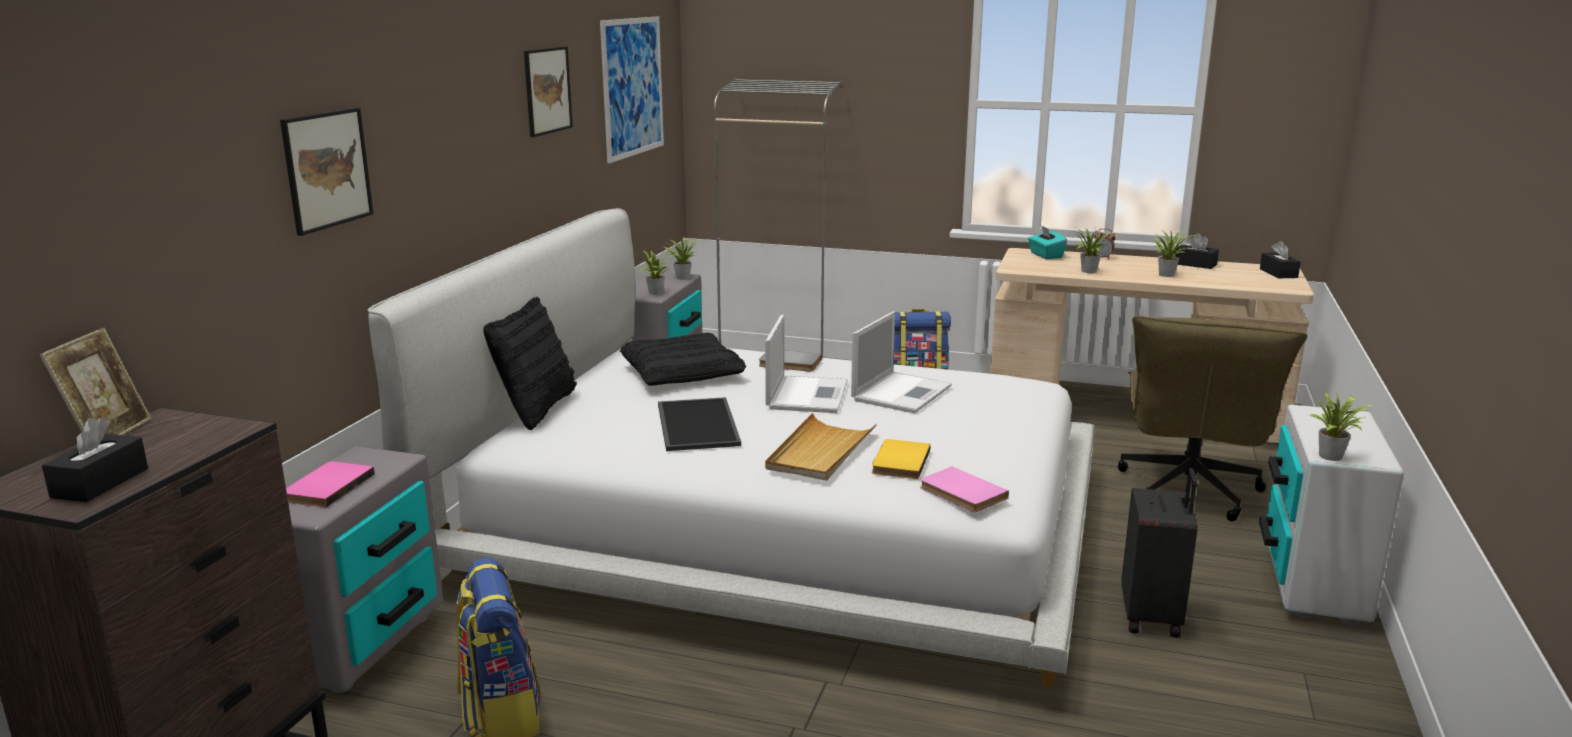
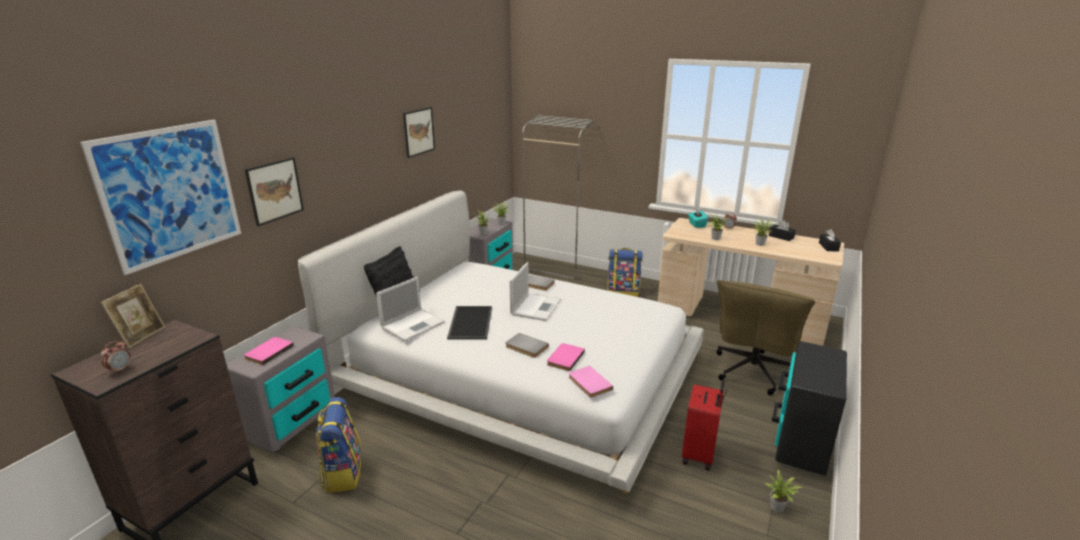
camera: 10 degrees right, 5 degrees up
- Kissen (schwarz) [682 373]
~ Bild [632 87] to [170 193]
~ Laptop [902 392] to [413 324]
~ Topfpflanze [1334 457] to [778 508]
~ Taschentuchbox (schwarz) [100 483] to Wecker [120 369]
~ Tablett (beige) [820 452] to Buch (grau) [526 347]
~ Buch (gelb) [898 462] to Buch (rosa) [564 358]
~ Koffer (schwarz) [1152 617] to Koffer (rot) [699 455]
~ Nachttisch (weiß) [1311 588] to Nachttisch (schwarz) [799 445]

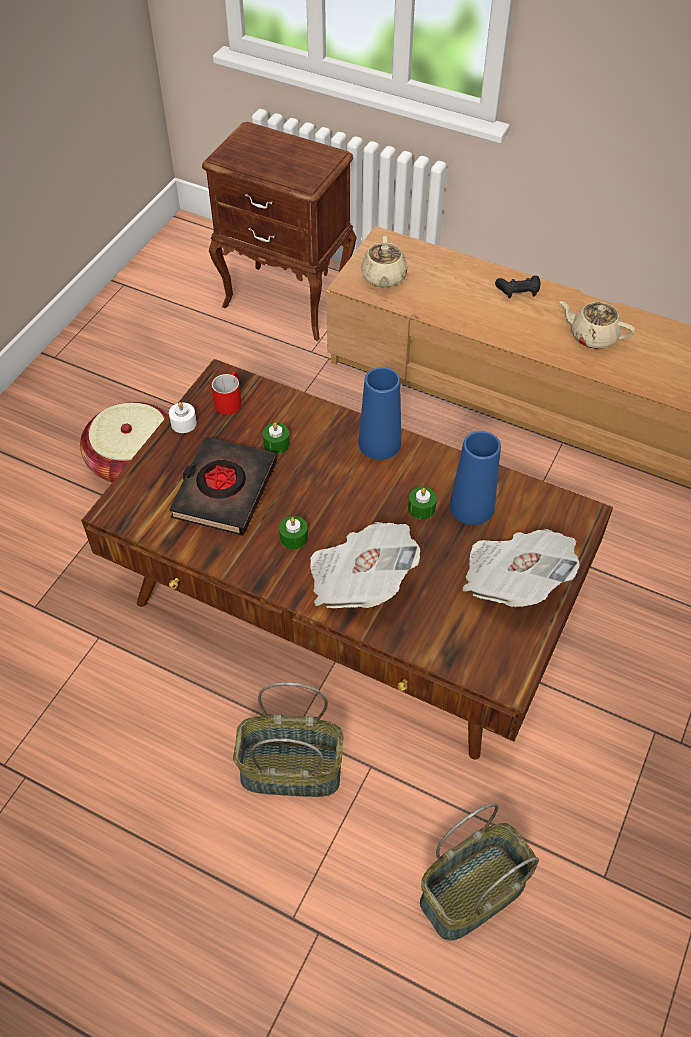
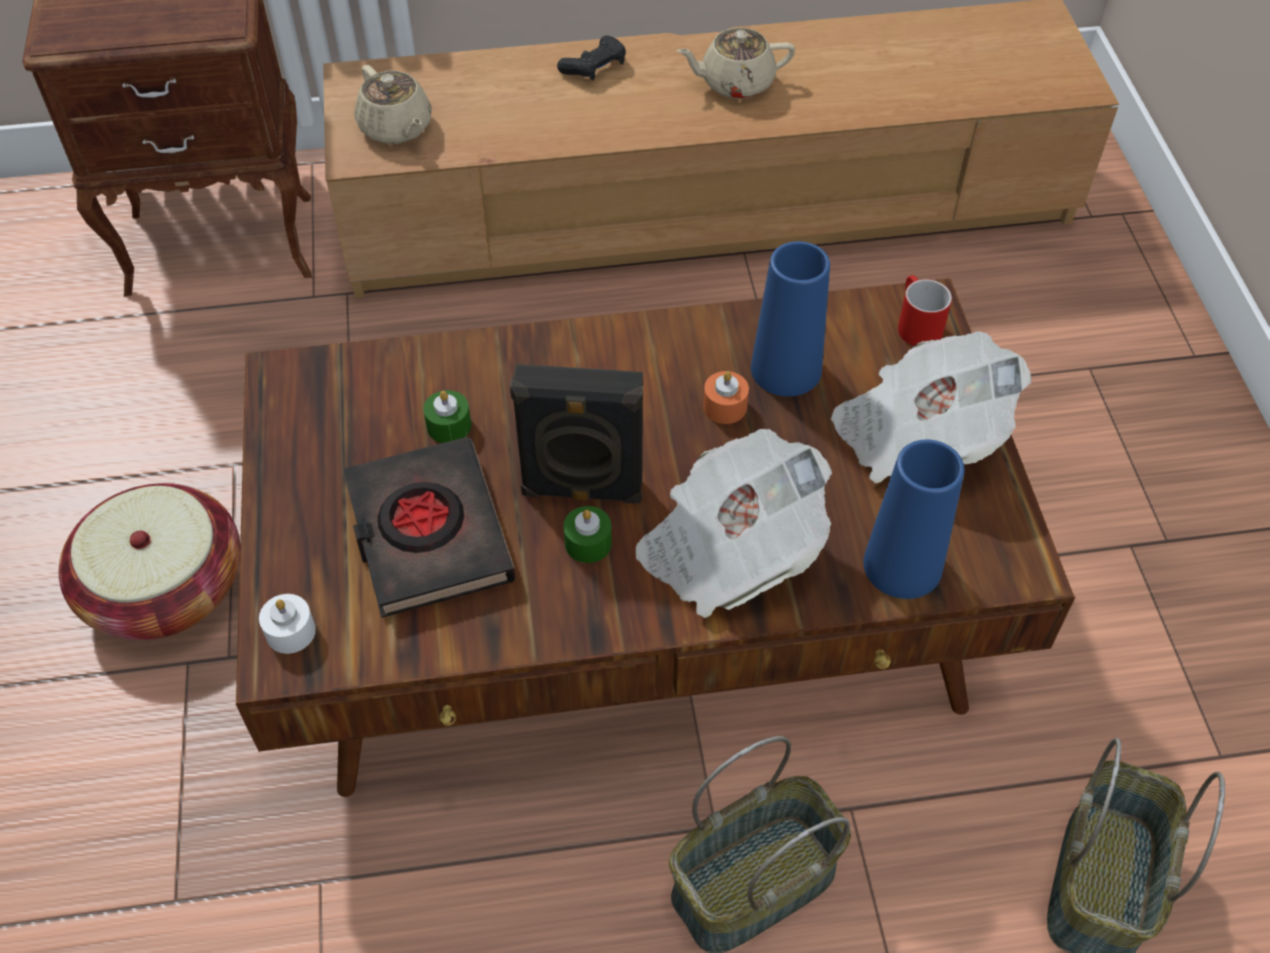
camera: 35 degrees left, 0 degrees up
+ Lautsprecher (schwarz) [582 491]
~ Kerze (weiß) [183 423] to [290 632]
~ Henkelbecher (rot) [229 400] to [914 324]
~ Vase (blau) [379 443] to [902 565]
~ Kerze (grün) [421 508] to Kerze (orange) [725 406]

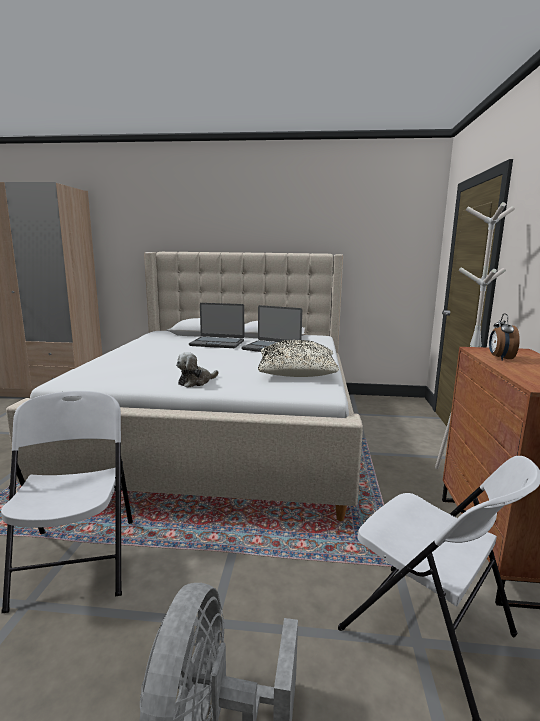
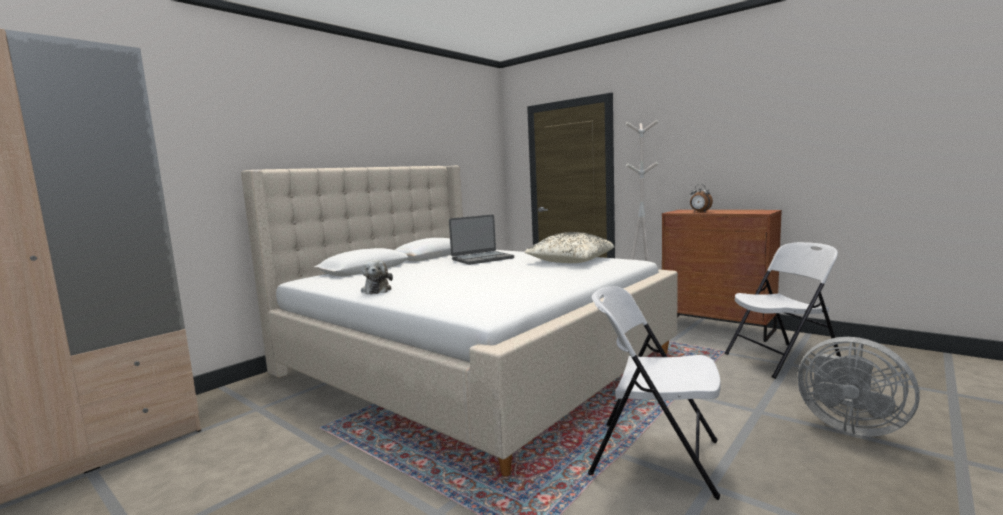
camera: 55 degrees left, 5 degrees down
- Laptop [217 343]
~ Plüschtier [196 382] to [377 290]

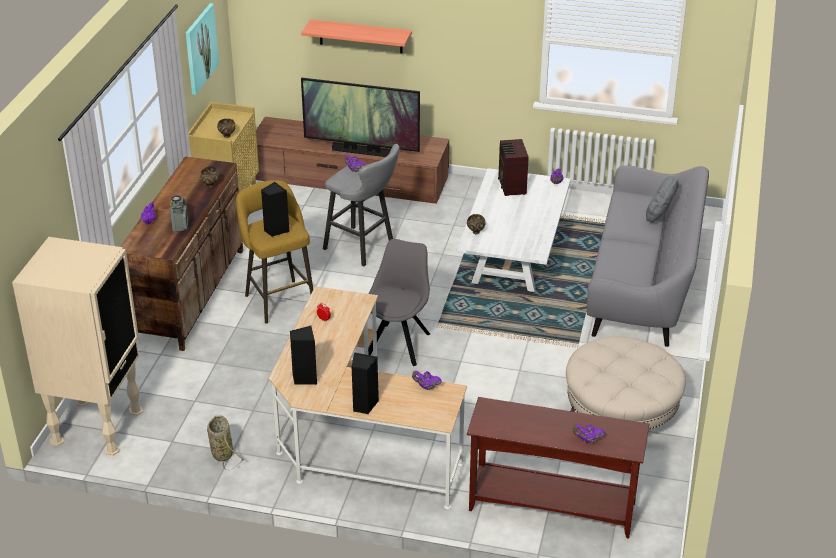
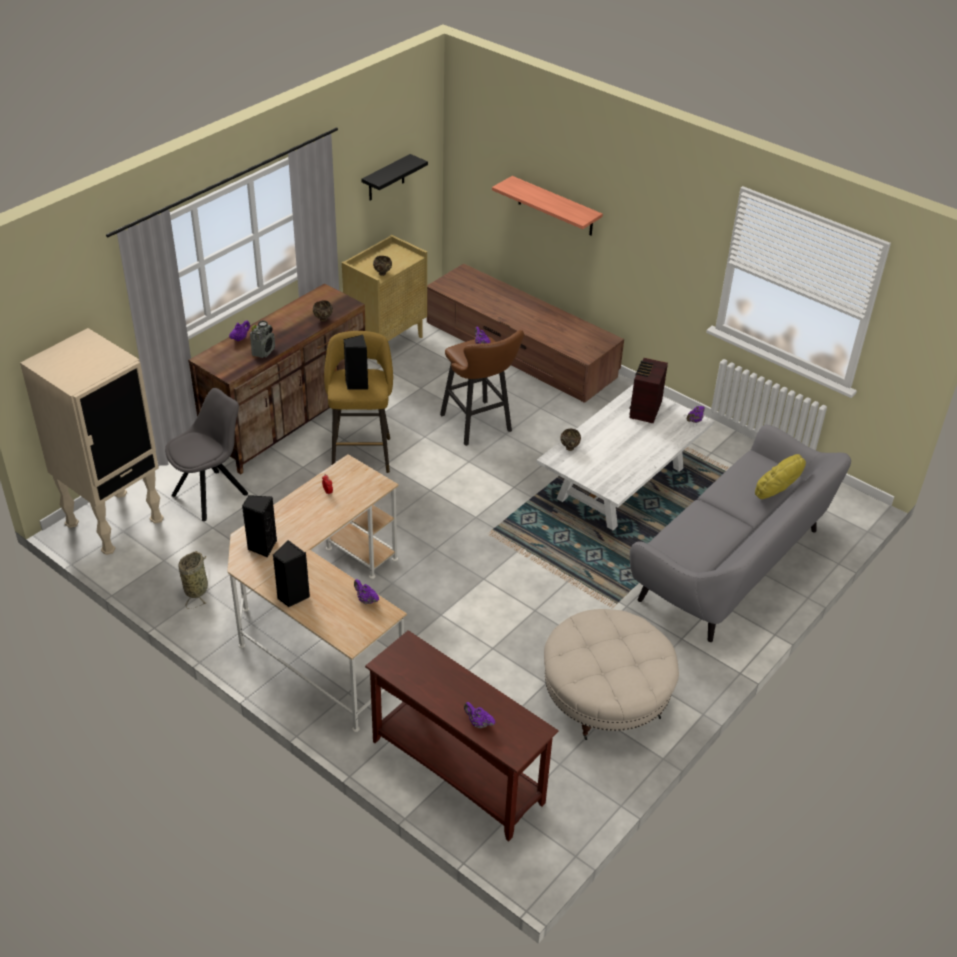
camera: 25 degrees right, 5 degrees up
- Fernseher [362 150]
~ Stuhl (grau) [399 344] to [211 495]
~ Bild [201 48] to Wandregal (schwarz) [386 178]
~ Hocker (grau) [365 249] to Hocker (braun) [479 427]
~ Kissen (grau) [659 217] to Kissen (gelb) [776 496]

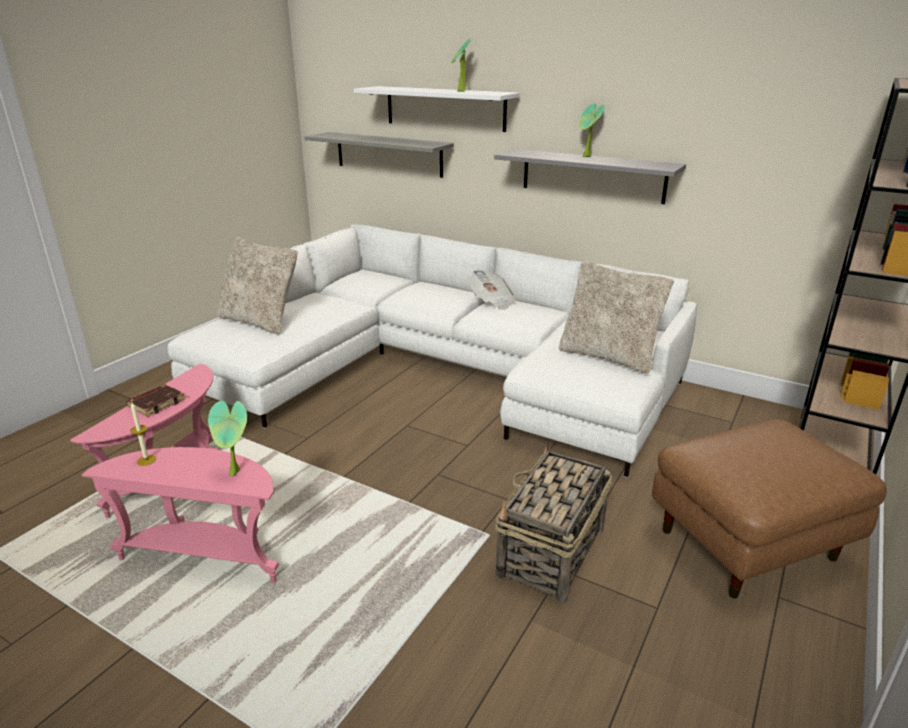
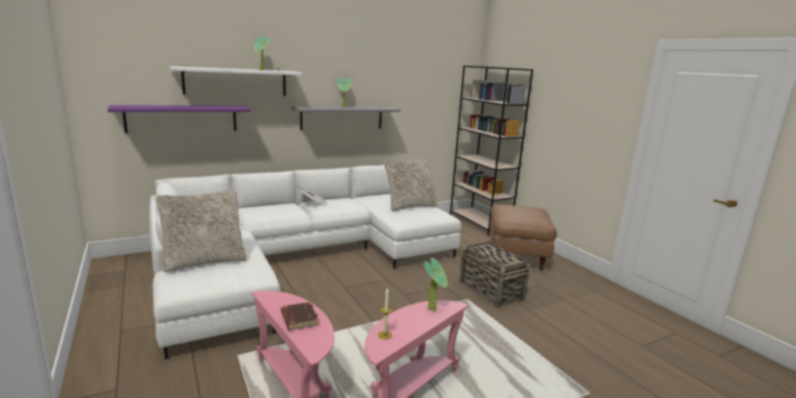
camera: 60 degrees left, 10 degrees down
~ Wandregal (grau) [388 154] to Wandregal (lila) [182 118]

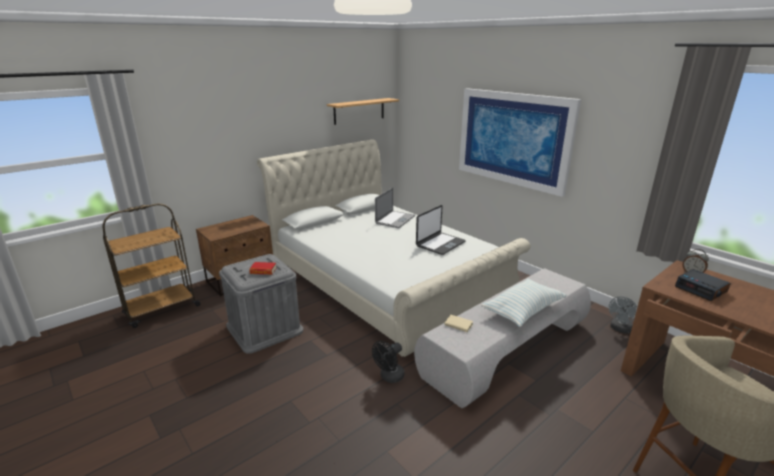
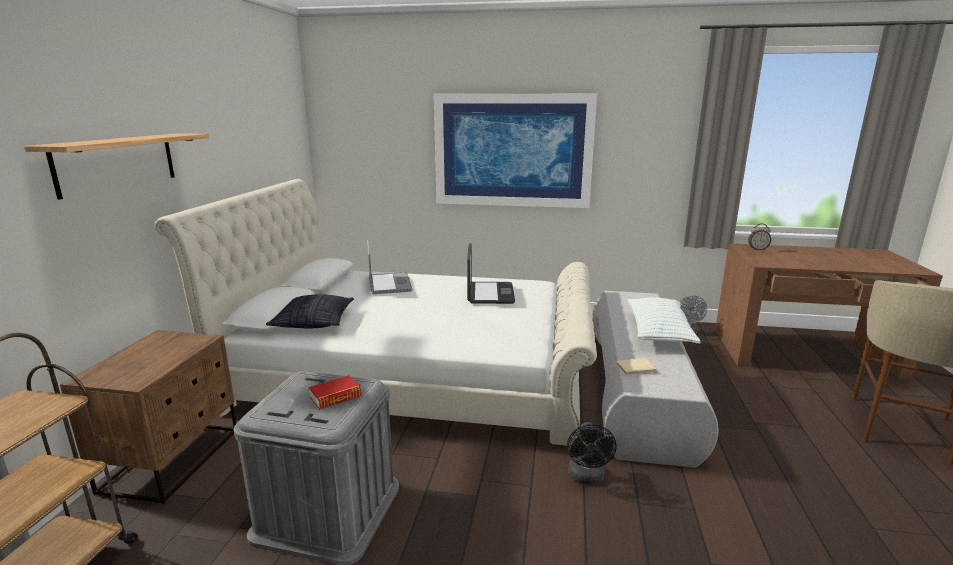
camera: 40 degrees left, 5 degrees down
- Wecker [701 289]
+ Kissen [314 322]
~ Wandregal [359 111] to [117 163]

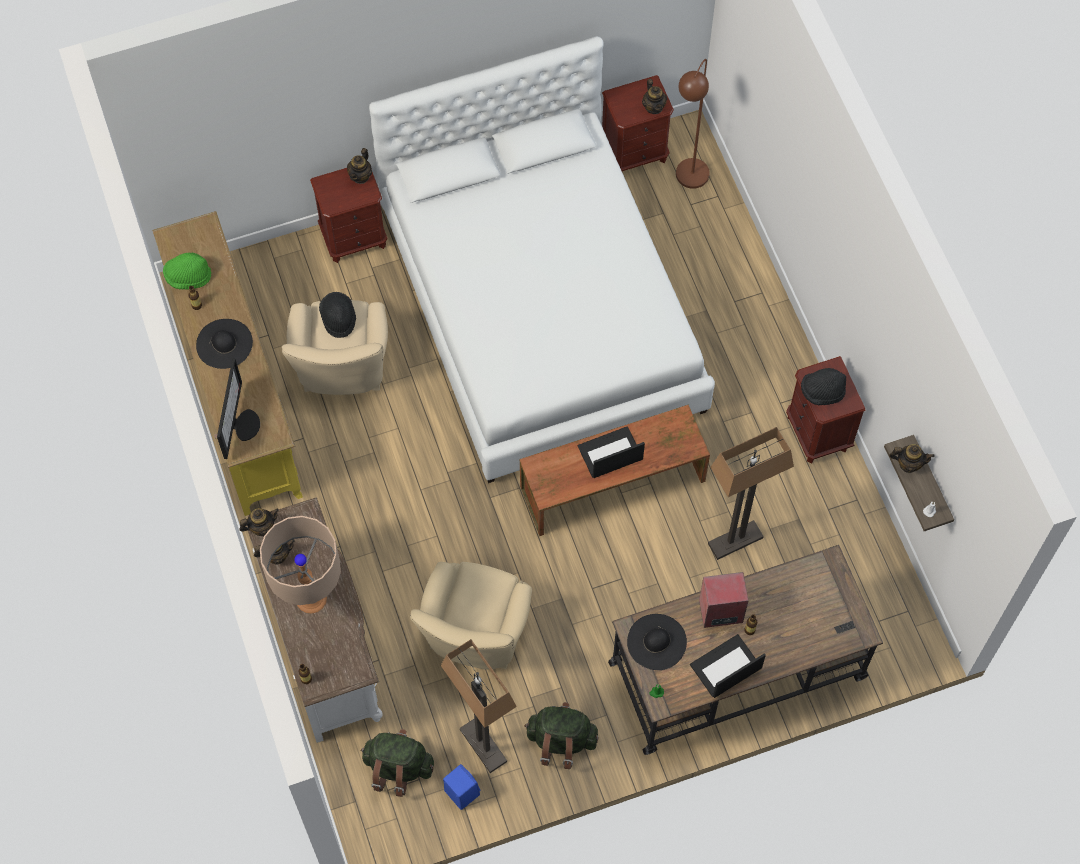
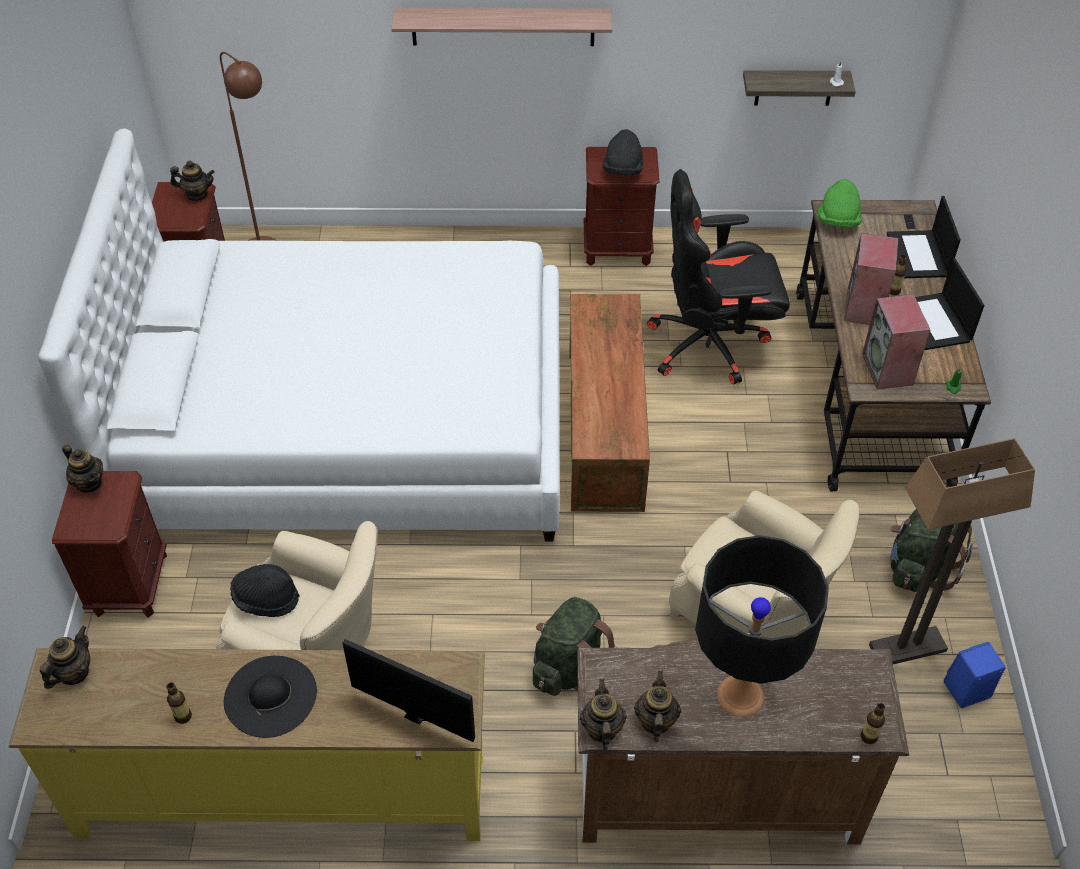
camera: 70 degrees left, 15 degrees down
+ Wandregal [503 26]
~ Hut (grün) [188 277] to [838 221]
~ Rucksack (grün) [398 767] to [570 667]
~ Laptop [610 454] to [918 255]
~ Teekanne [908 464] to [73 672]
~ Hut (schwarz) [656 642] to Lautsprecher [888 370]
~ Stehlampe [735 540] to Bürostuhl (schwarz) [715 344]
~ Tischlampe (beige) [311 599] to Tischlampe (schwarz) [740 695]

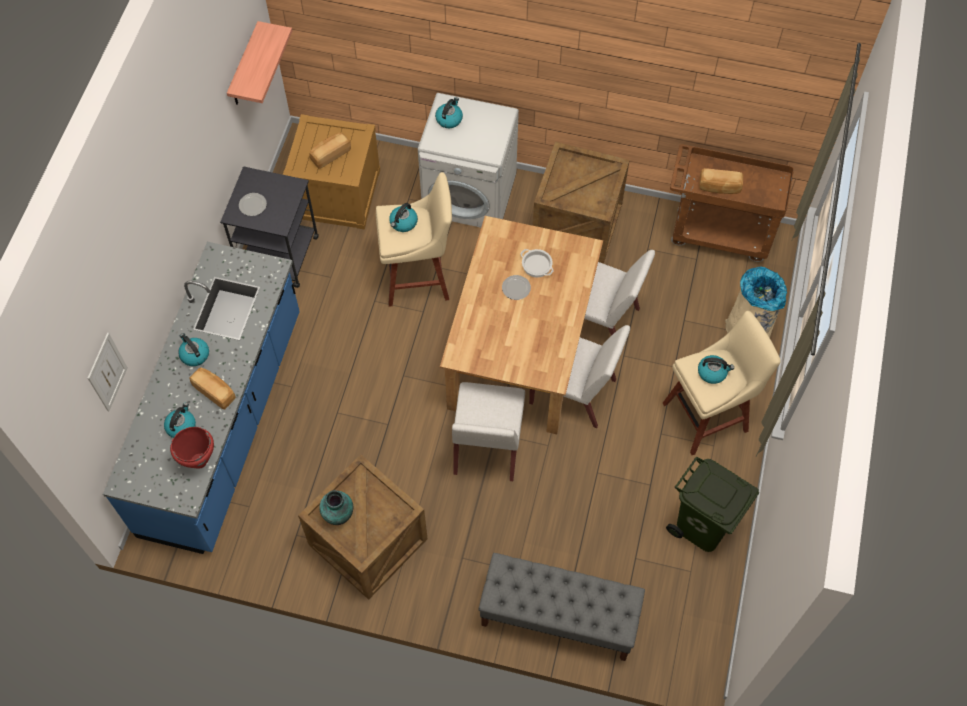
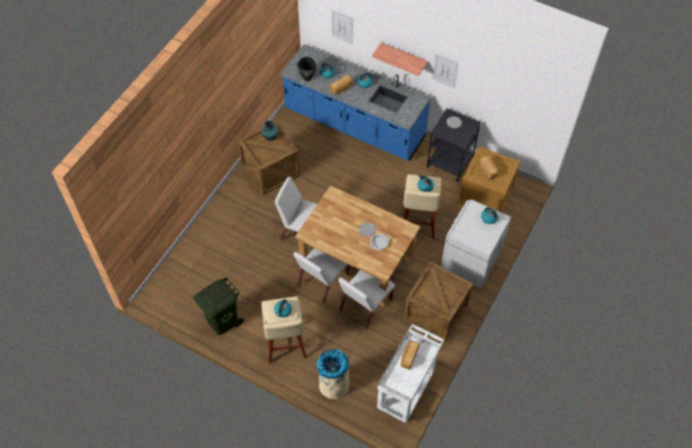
camera: 105 degrees right, 5 degrees down
- Bank (grau) [558 617]
+ Bild [445 70]
~ Wandregal [244 67] to [403 57]
~ Kochtopf (rot) [198 461] to Kochtopf (schwarz) [307 78]
~ Rollwagen (braun) [715 236] to Rollwagen (weiß) [406 389]

